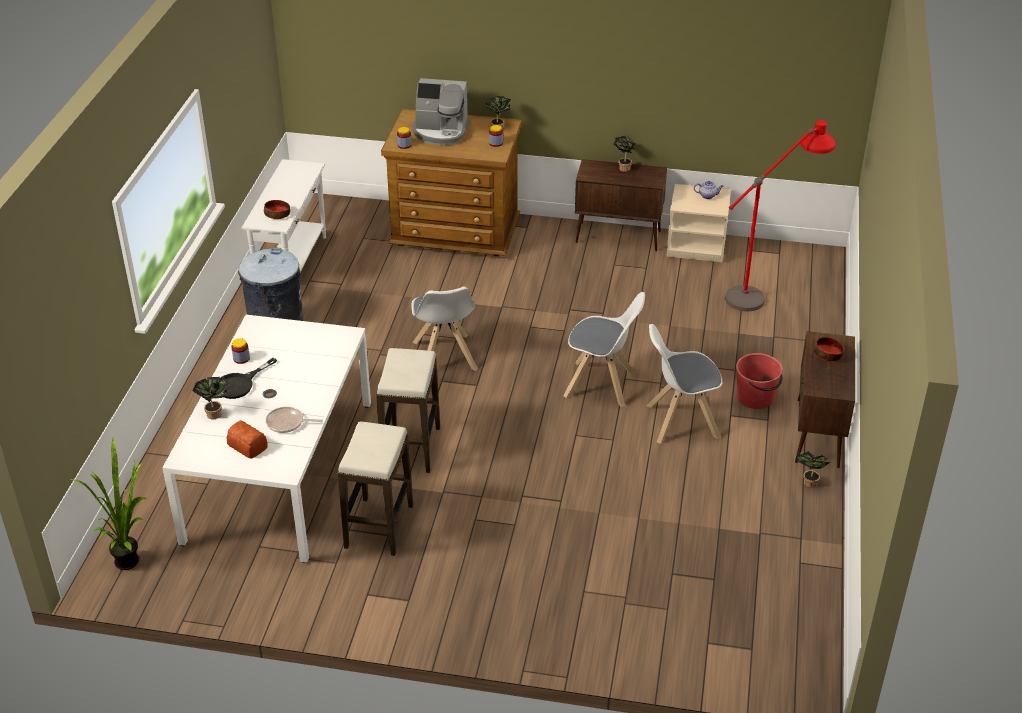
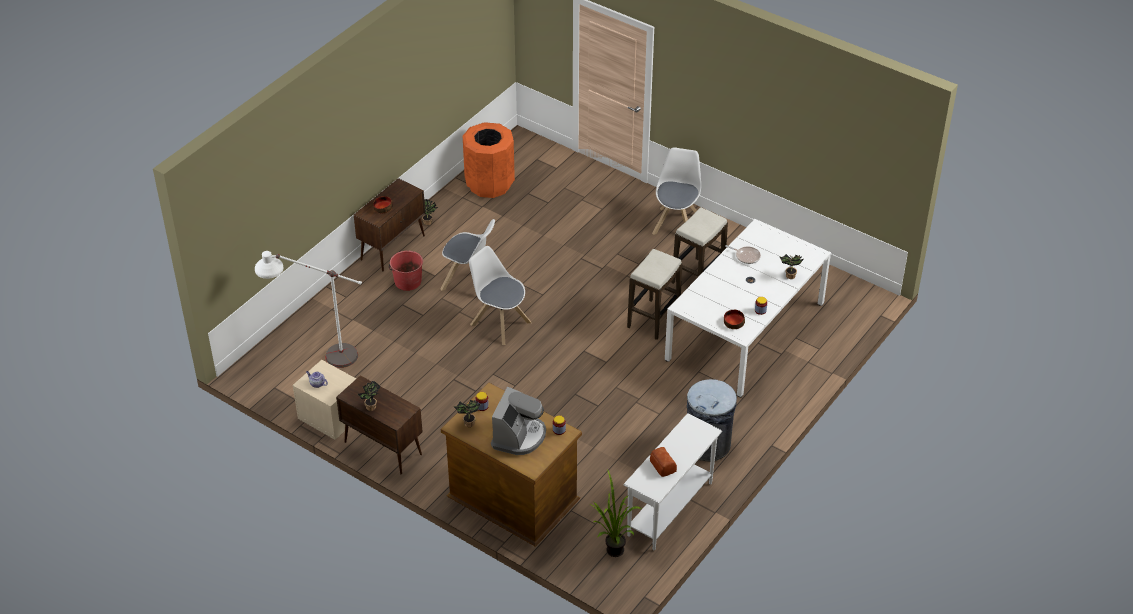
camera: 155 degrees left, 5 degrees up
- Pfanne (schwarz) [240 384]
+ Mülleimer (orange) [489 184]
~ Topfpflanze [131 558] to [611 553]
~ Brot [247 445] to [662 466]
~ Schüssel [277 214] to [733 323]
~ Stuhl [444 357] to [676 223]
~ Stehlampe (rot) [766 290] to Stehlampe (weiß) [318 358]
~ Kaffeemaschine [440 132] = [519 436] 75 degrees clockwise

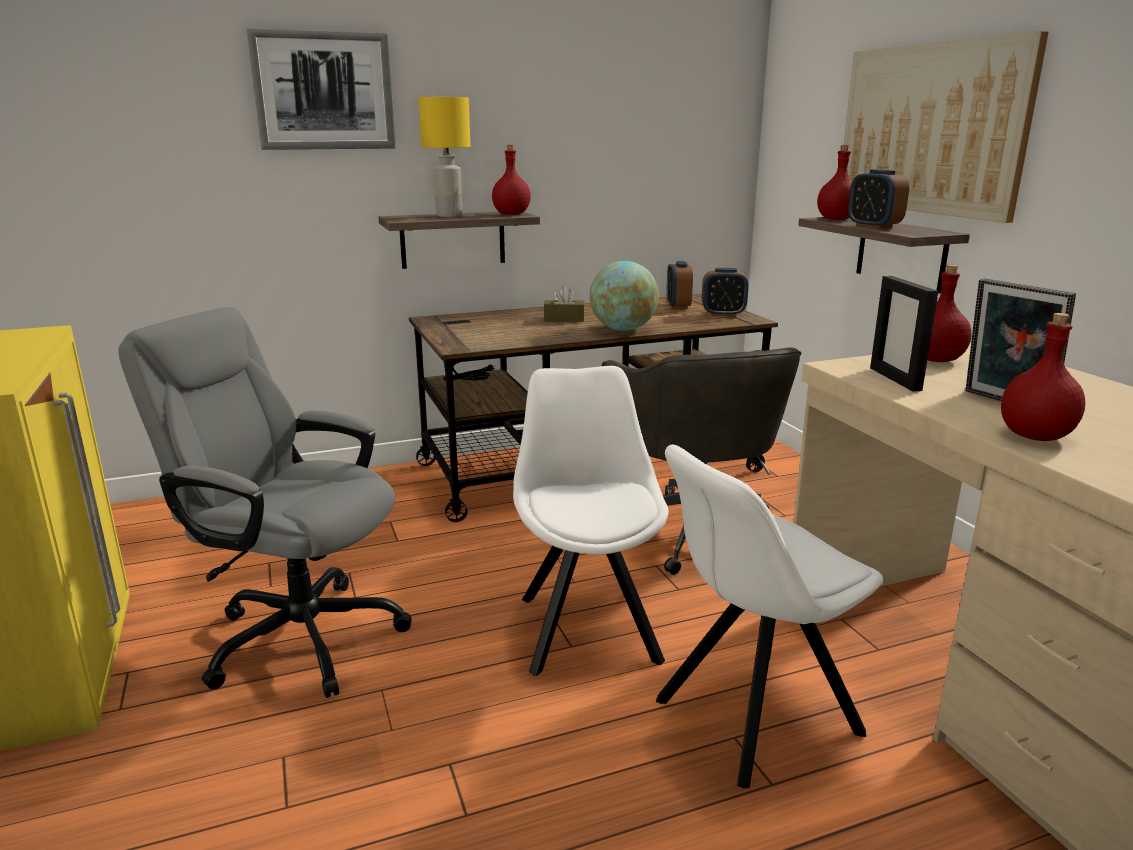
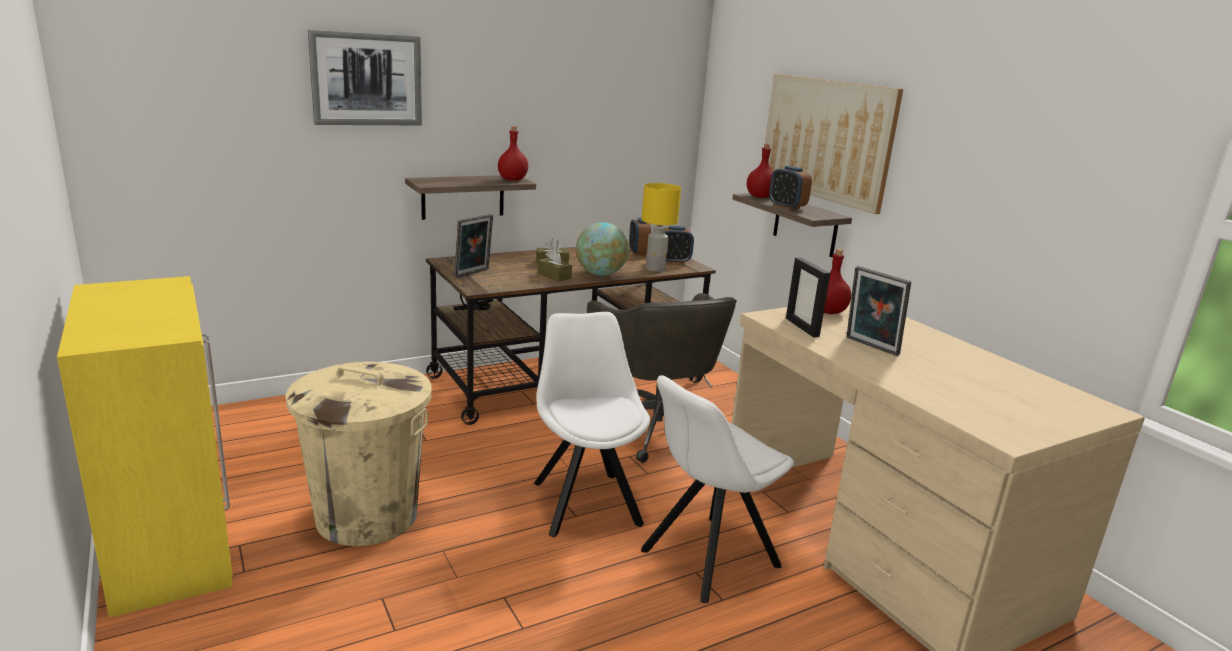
camera: 10 degrees left, 0 degrees up
- Flasche (rot) [1034 435]
+ Bilderrahmen [473 273]
+ Taschentuchbox (braun) [554 276]
~ Tischlampe (gelb) [450 216] to [656 269]
~ Bürostuhl (grau) [297 637] to Mülleimer (beige) [366 515]

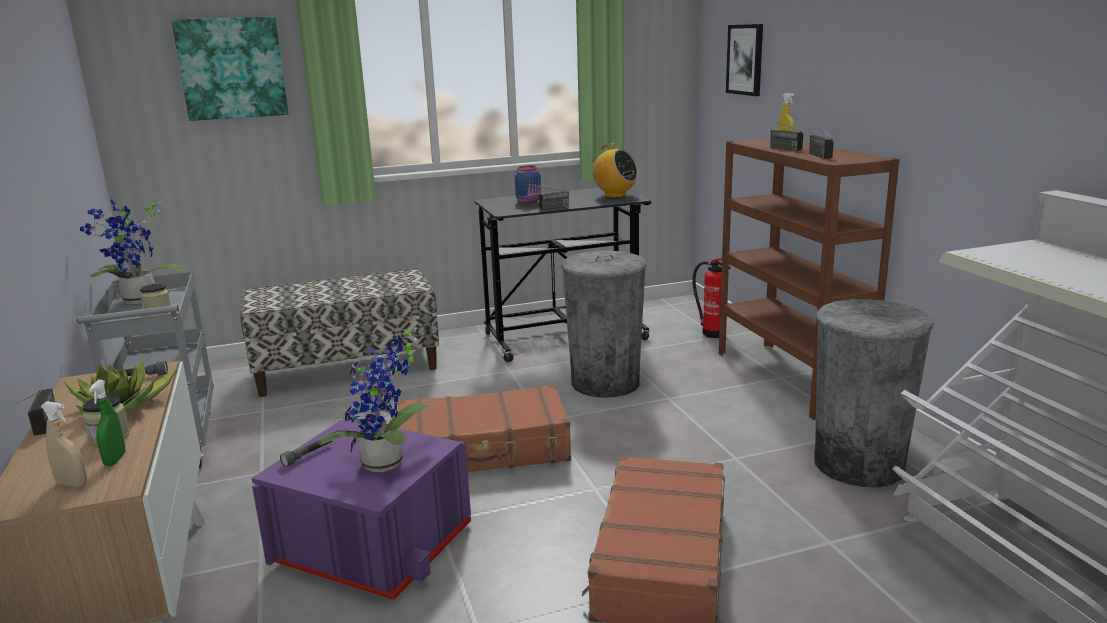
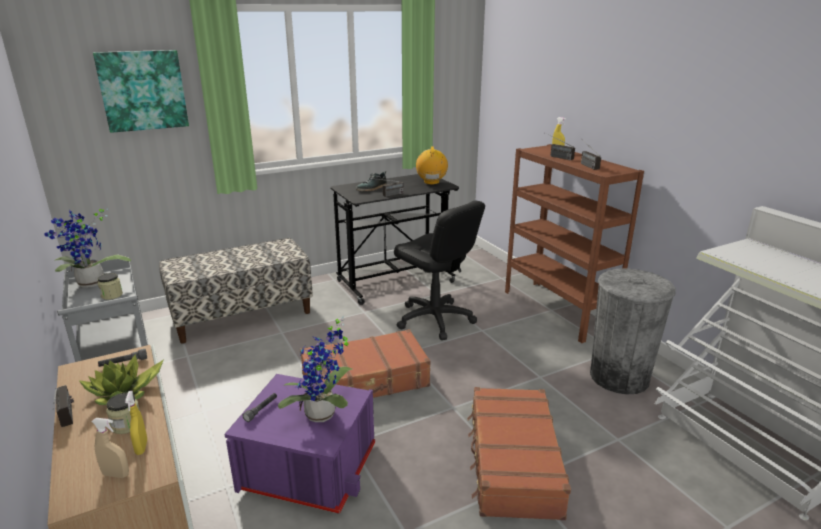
camera: 10 degrees left, 5 degrees up
- Feuerlöscher [712 333]
- Bild [745 59]
~ Vorratsglas (blau) [529 201] to Schuh [372 188]
~ Mülleimer (grau) [605 383] to Bürostuhl (schwarz) [435 319]
~ Sprühflasche (grün) [115 460] to Sprühflasche (gelb) [141 447]
~ Radio [615 195] = [431 182] 120 degrees counterclockwise

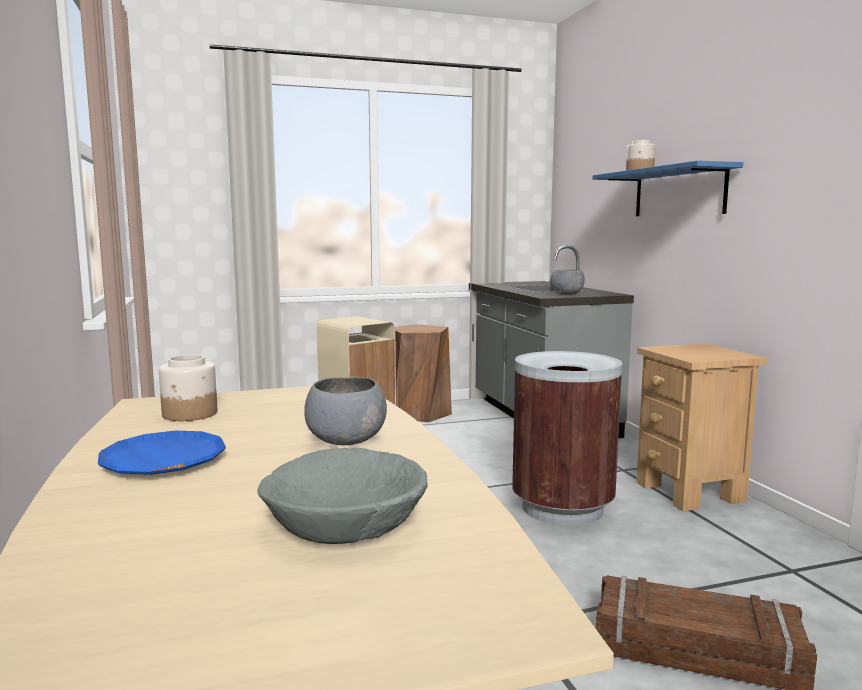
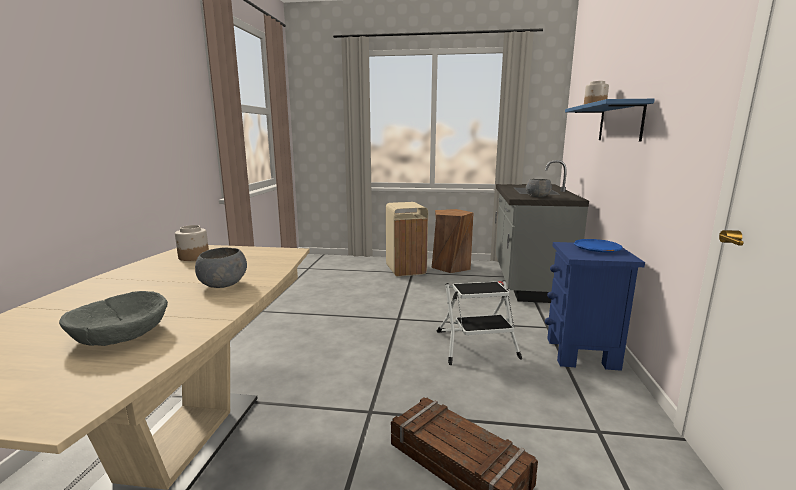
camera: 25 degrees right, 5 degrees up
~ Teller (blau) [164 461] to [597 249]
~ Mülleimer (braun) [562 508] to Trittleiter [475 345]
~ Nachttisch (beige) [689 492] to Nachttisch (blau) [580 353]

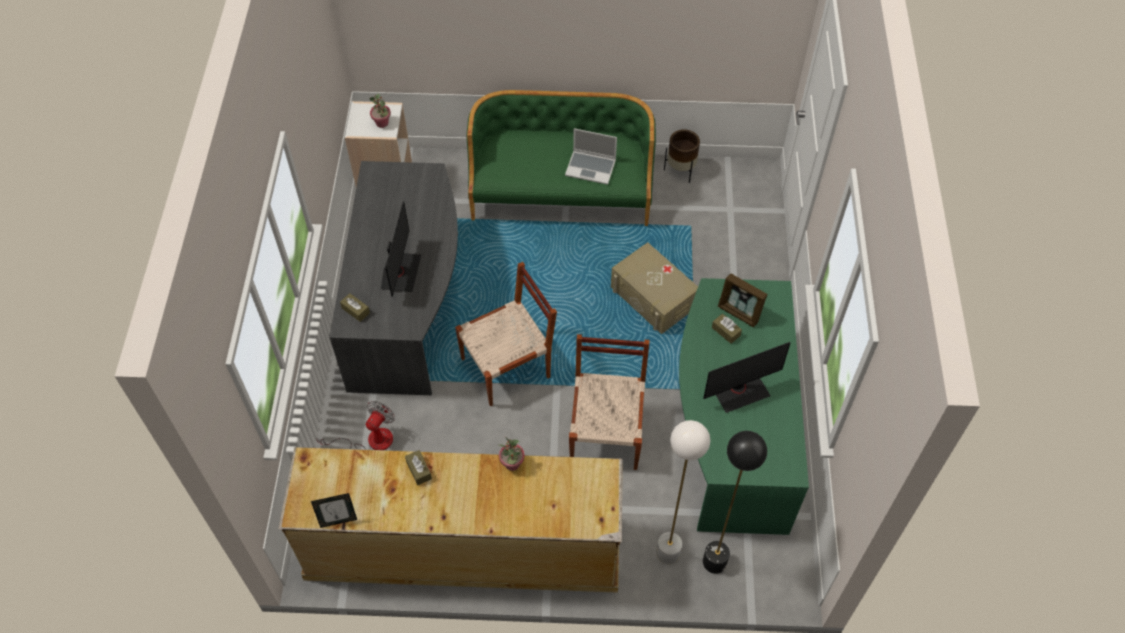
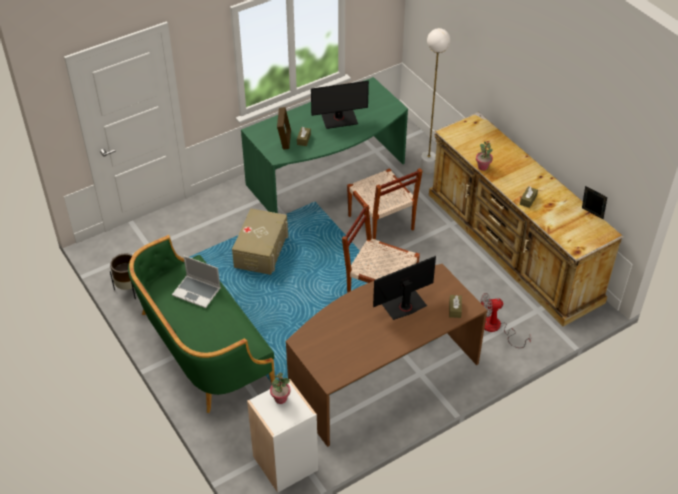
camera: 125 degrees left, 10 degrees down
- Stehlampe (schwarz) [714 562]
~ Schreibtisch (grau) [408 304] to Schreibtisch (braun) [381 375]
~ Laptop [591 168] = [197 292] 135 degrees clockwise
~ Stuhl [606 433] = [381 224] 90 degrees counterclockwise
~ Monitor [739 390] = [339 119] 135 degrees clockwise

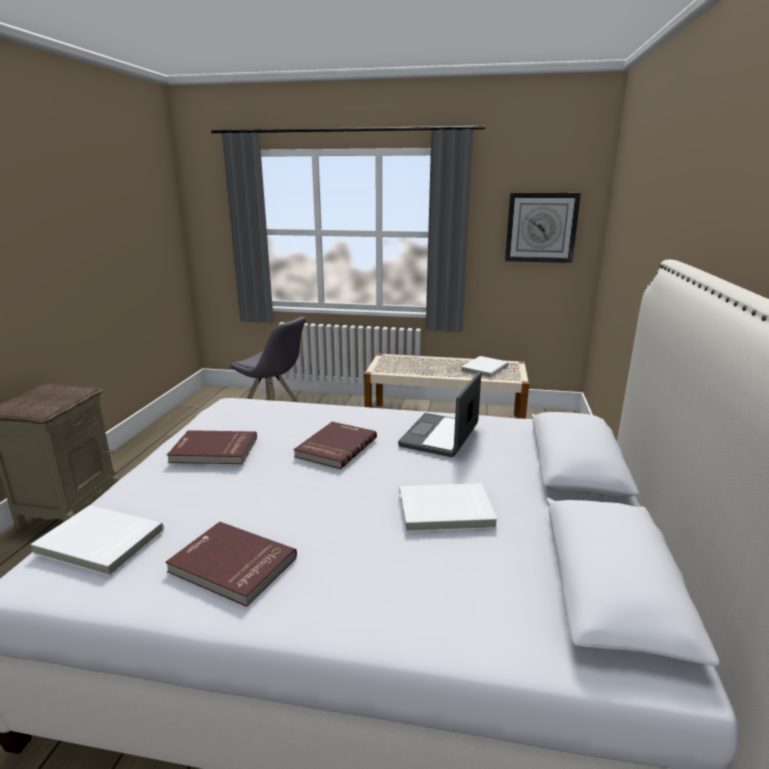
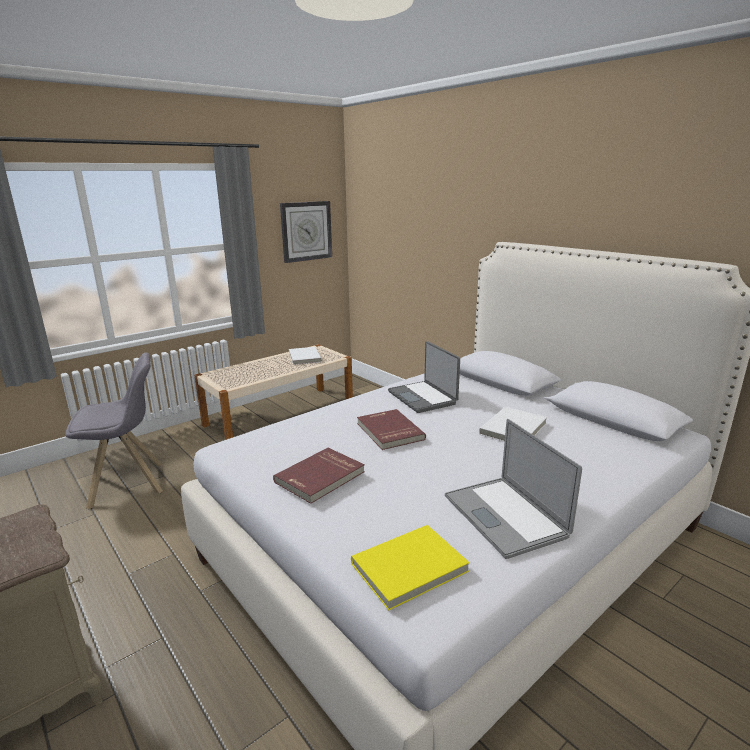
camera: 50 degrees left, 0 degrees up
~ Buch (rot) [231 566] to Laptop [504 515]
~ Buch (weiß) [98 543] to Buch (gelb) [410 569]

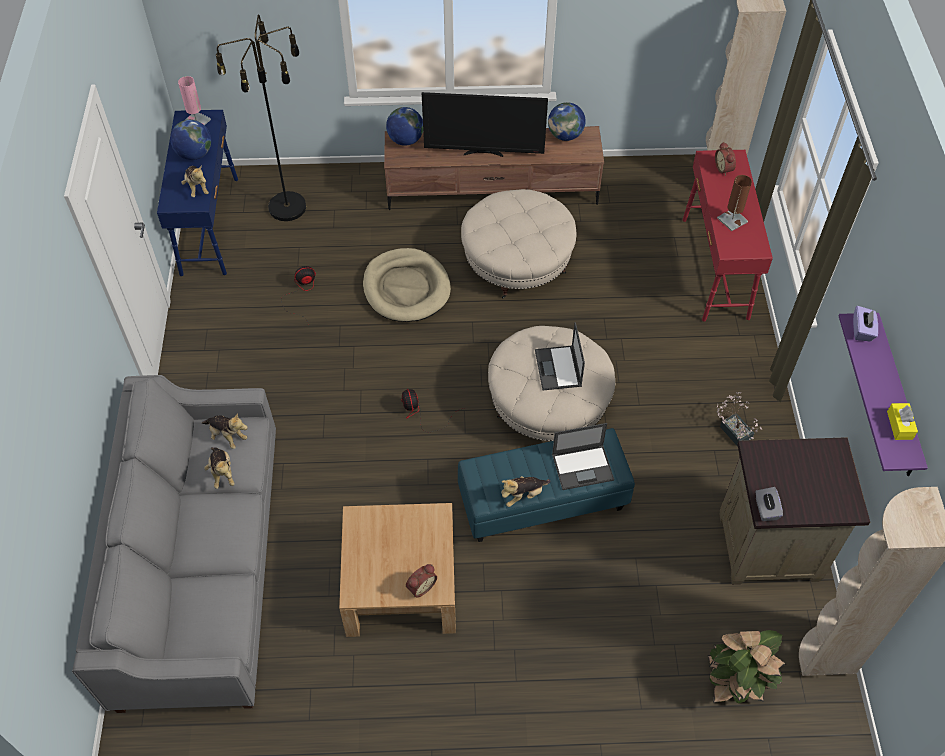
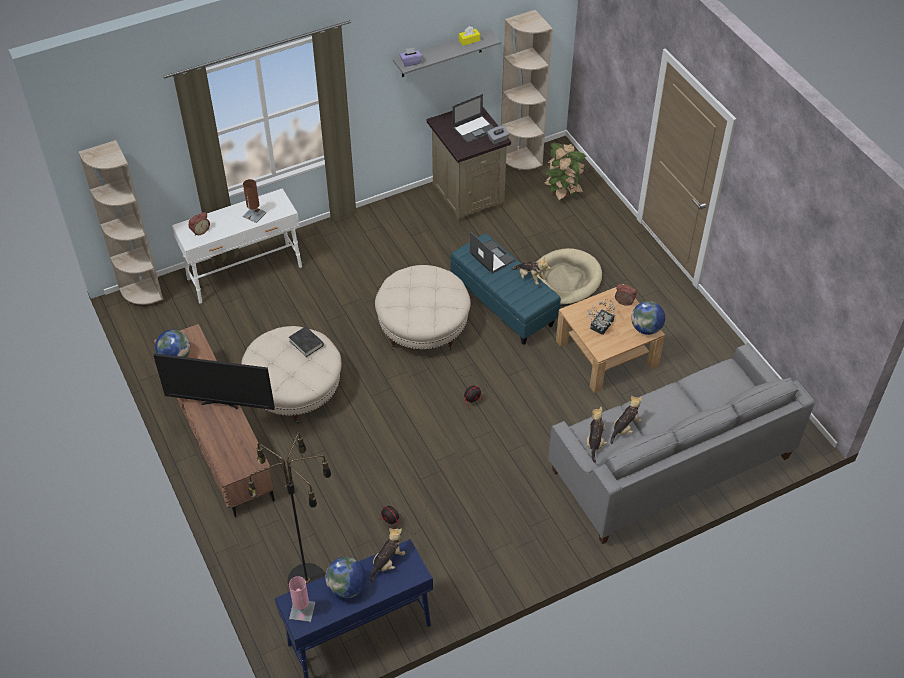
camera: 115 degrees left, 5 degrees down
+ Buch (schwarz) [306 343]
~ Hundebett (beige) [406 288] to [564 280]
~ Globus [405 140] to [646 328]
~ Laptop [558 369] to [474 129]
~ Topfpflanze [733 429] to [600 326]
~ Konsolentisch (rot) [714 268] to Konsolentisch (weiß) [245 273]
~ Wandregal (lila) [895 398] to Wandregal (grau) [441 53]
~ Fernseher [484 153] = [221 404] 120 degrees clockwise

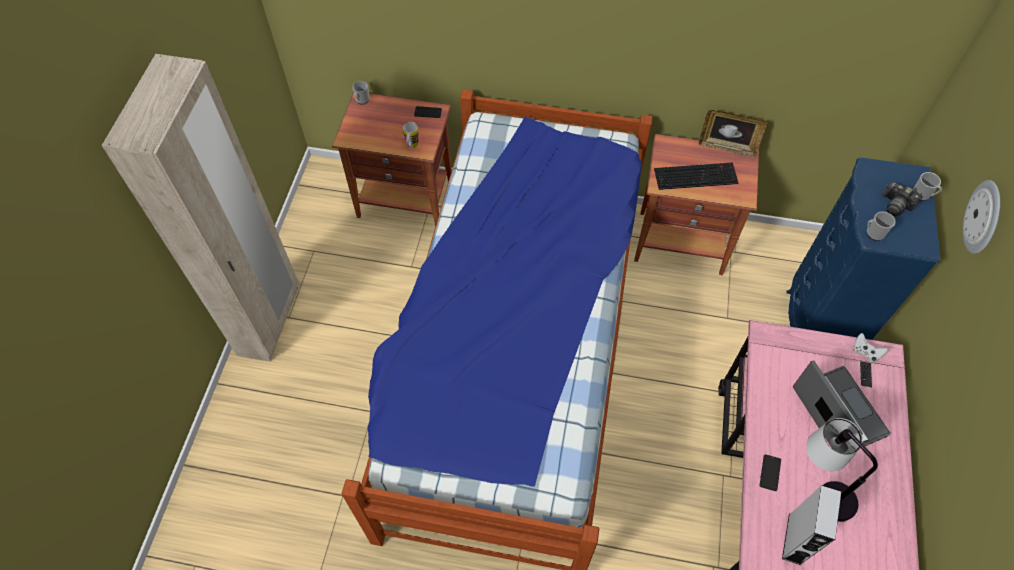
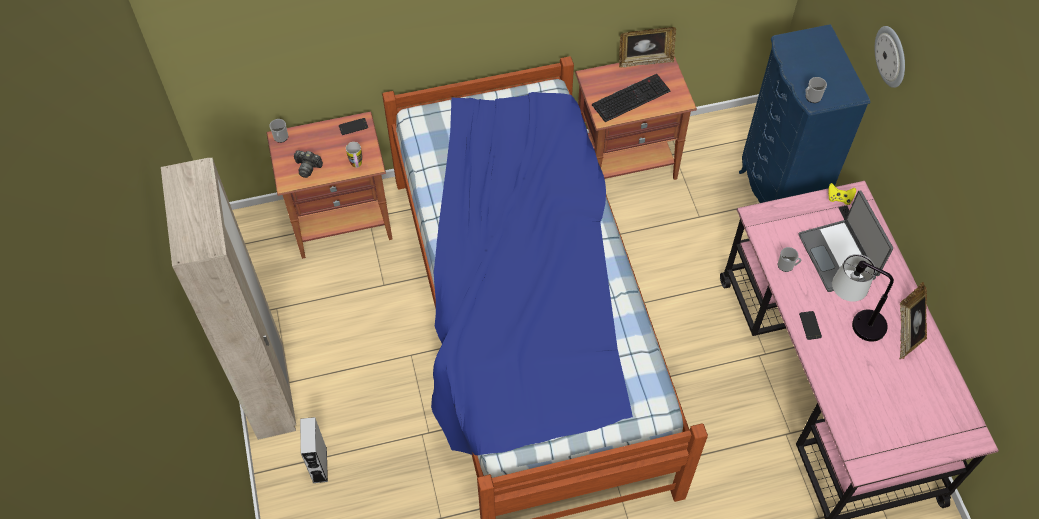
camera: 25 degrees left, 0 degrees up
+ Bilderrahmen [906 332]
~ Lautsprecher (grau) [795 539] to [319 465]
~ Kamera [895 205] to [308 167]
~ Henkelbecher [922 195] to [787 266]
~ Gamepad (weiß) [865 352] to Gamepad (gelb) [839 198]
~ Laptop [836 412] = [839 256] 150 degrees counterclockwise

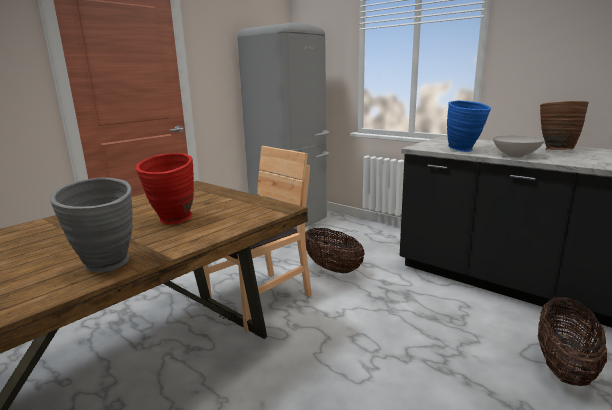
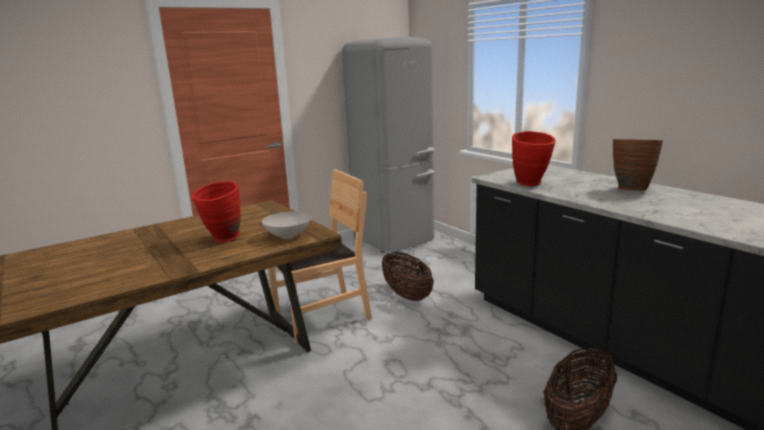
camera: 15 degrees right, 0 degrees up
- Vase (grau) [107 267]
~ Schüssel (weiß) [514 156] to [288 235]
~ Vase (blau) [465 150] to Vase (rot) [531 184]

